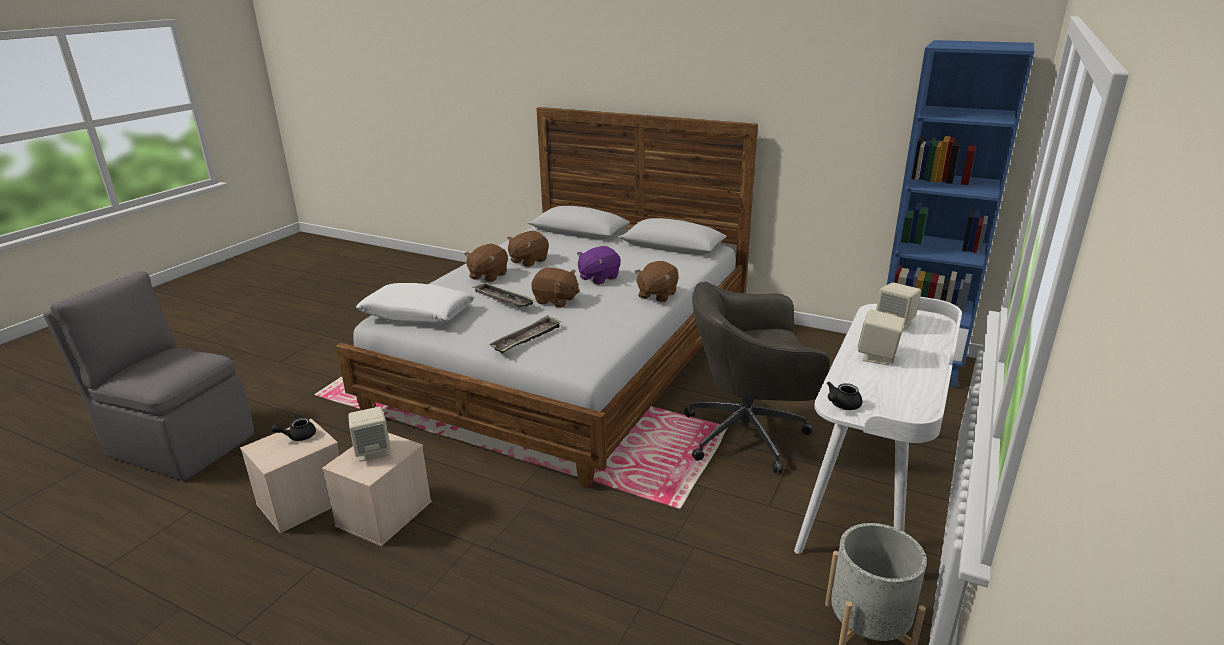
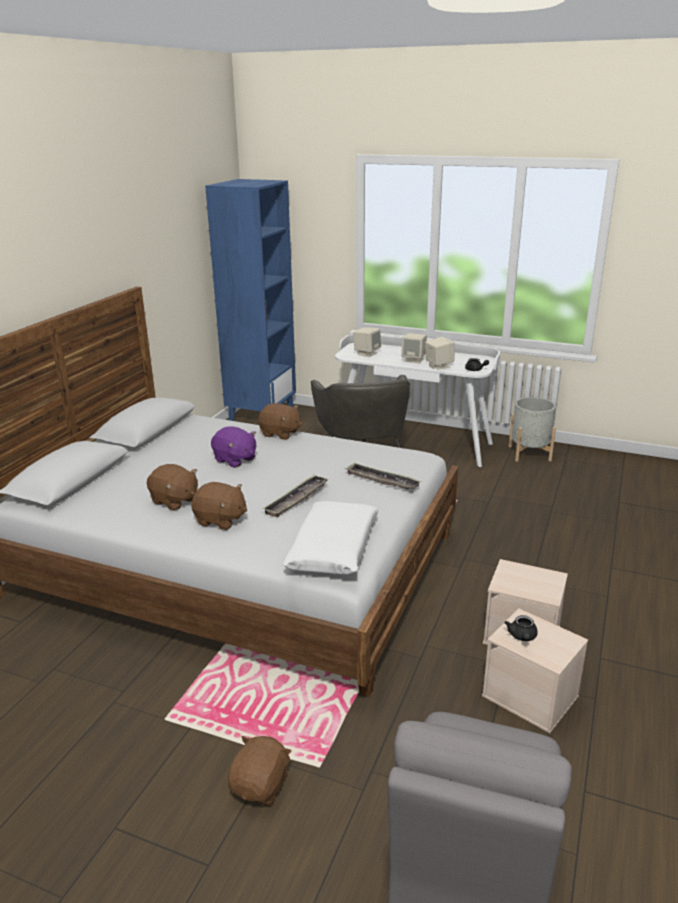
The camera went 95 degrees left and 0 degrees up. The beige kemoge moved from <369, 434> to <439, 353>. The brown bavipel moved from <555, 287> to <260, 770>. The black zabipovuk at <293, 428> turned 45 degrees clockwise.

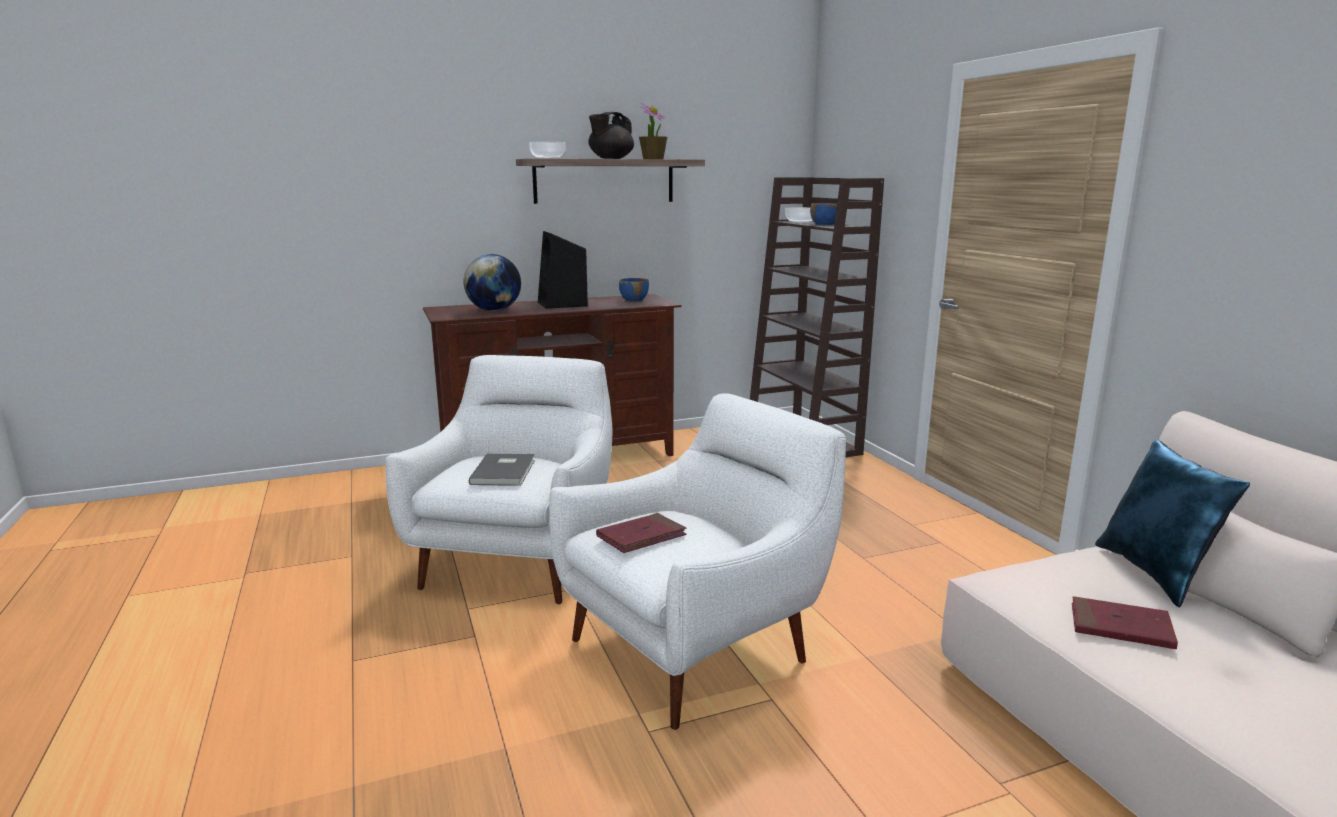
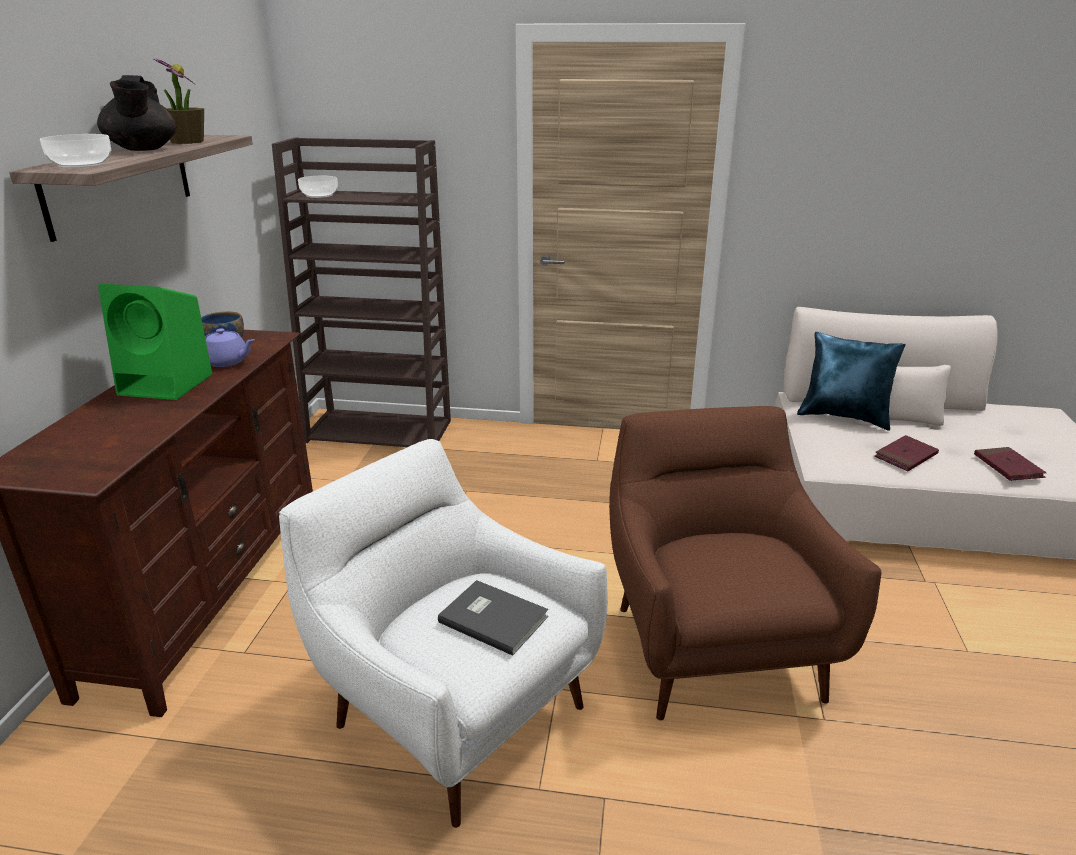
The camera went 60 degrees left and 10 degrees up. The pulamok at <492, 282> disappeared. The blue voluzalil at <823, 214> disappeared. The purple zabipovuk at <230, 347> appeared. The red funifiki moved from <641, 533> to <1010, 464>. The black kemoge at <563, 270> became the green kemoge at <155, 342>. The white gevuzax at <697, 561> became the brown gevuzax at <745, 563>.

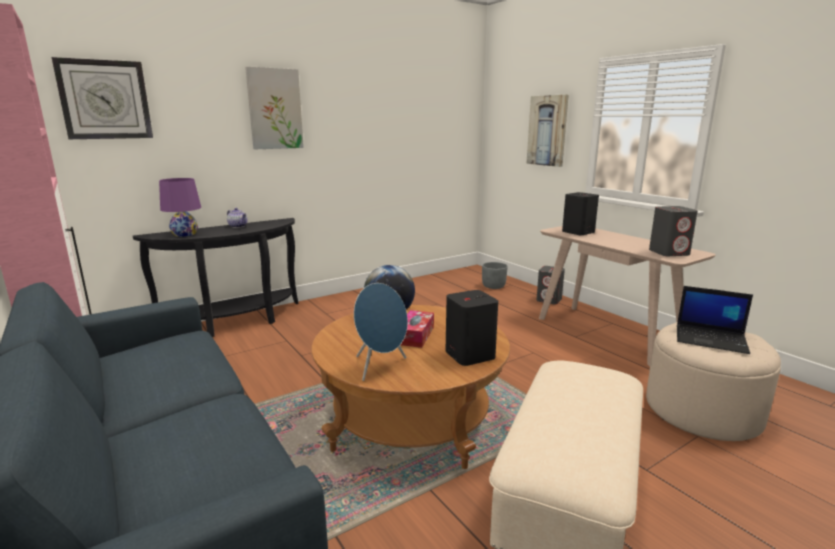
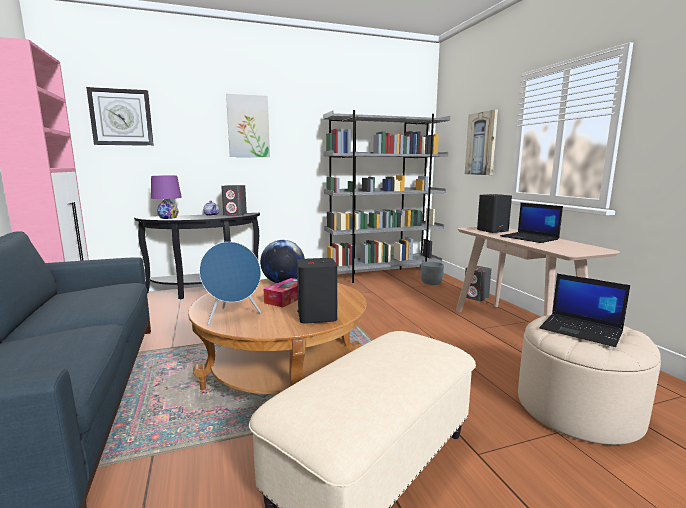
The camera went 15 degrees right and 5 degrees down. The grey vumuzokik at <386, 196> appeared. The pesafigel at <531, 223> appeared. The grey kemoge moved from <673, 231> to <234, 200>.

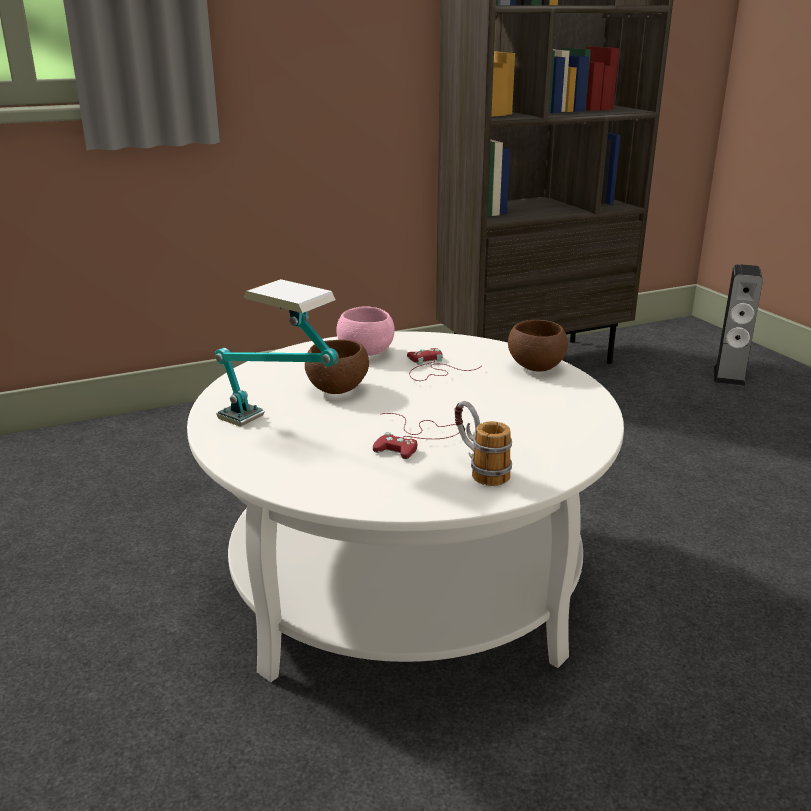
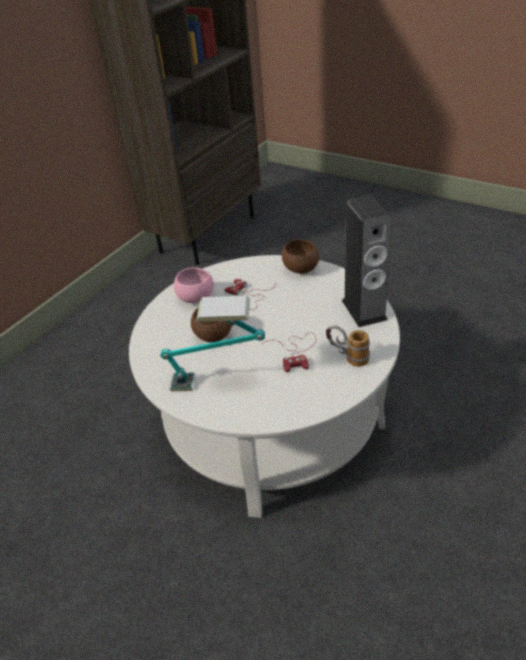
The camera went 30 degrees left and 15 degrees up. The kemoge moved from <738, 325> to <367, 261>.

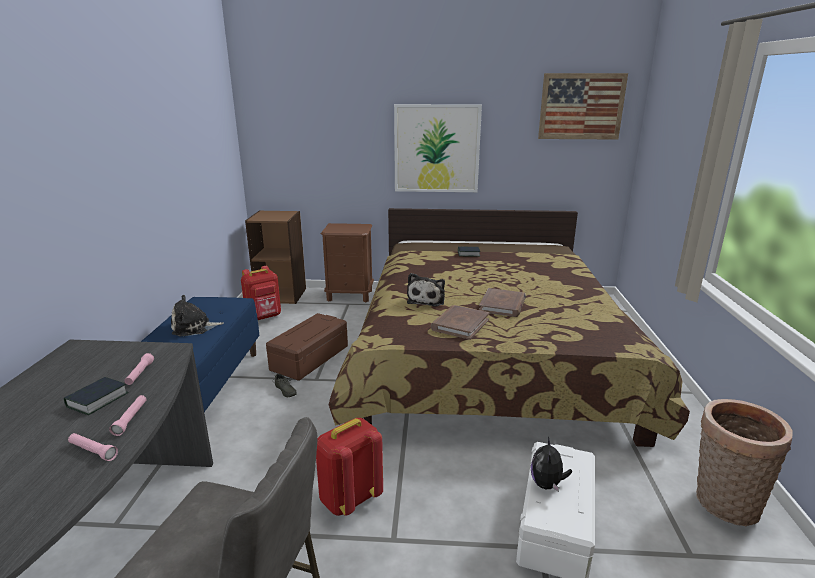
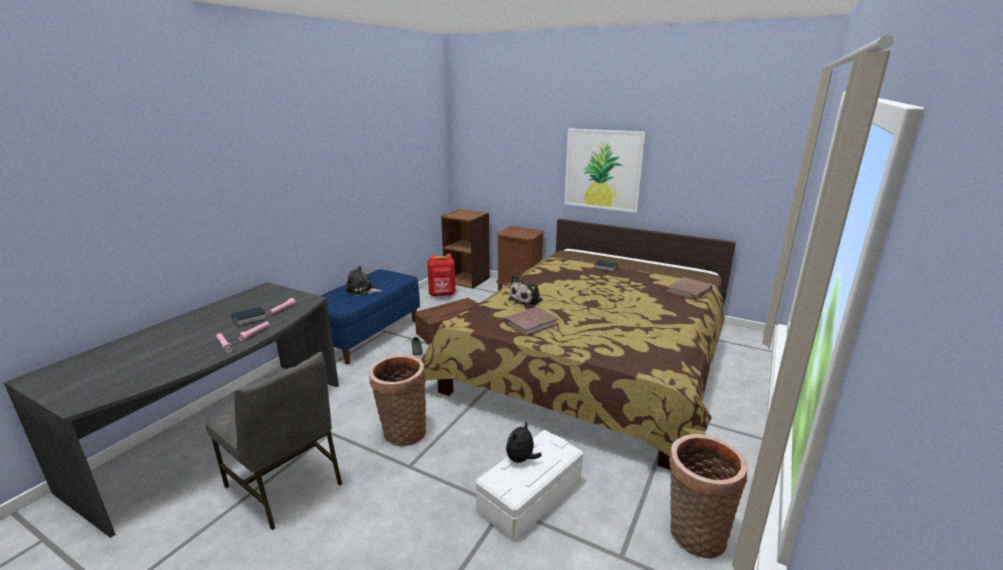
The camera went 25 degrees right and 0 degrees up. The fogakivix at <583, 106> disappeared. The brown funifiki moved from <502, 302> to <690, 288>. The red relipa at <349, 467> was replaced by the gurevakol at <397, 401>.

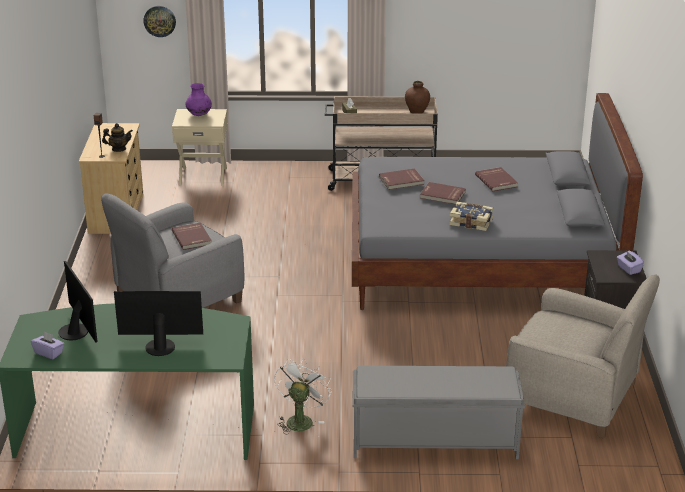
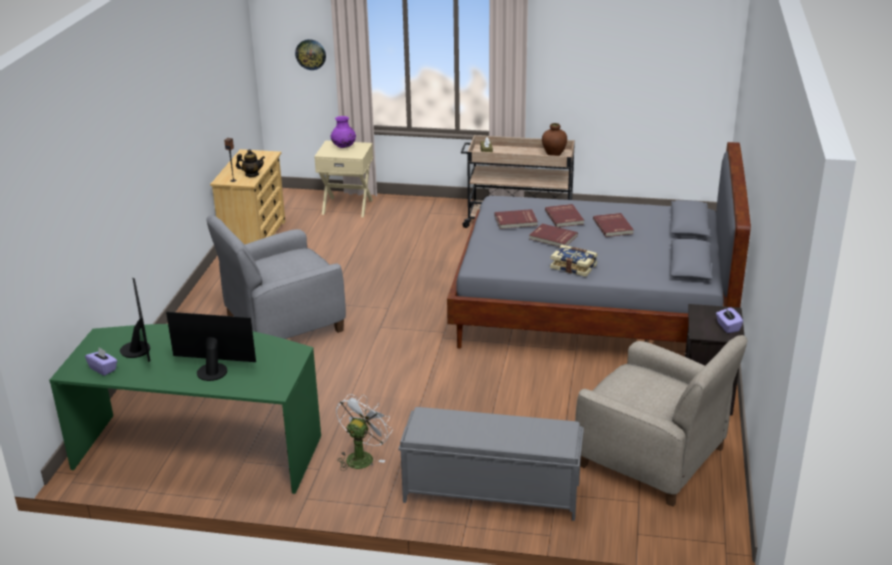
The camera went 10 degrees right and 0 degrees up. The red funifiki moved from <192, 236> to <564, 215>.

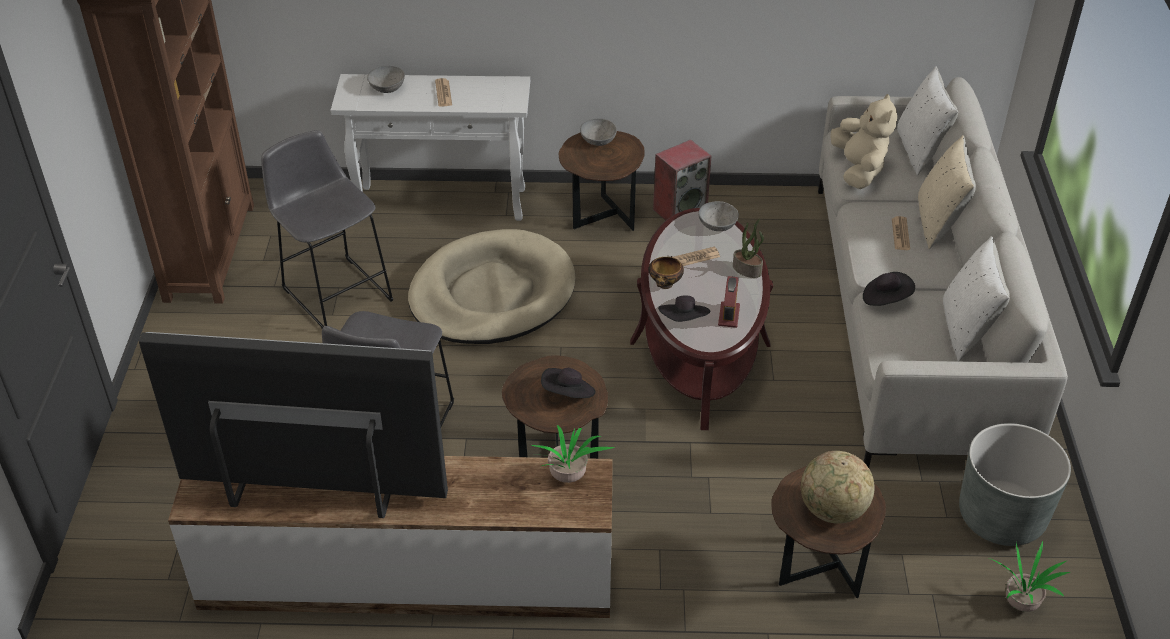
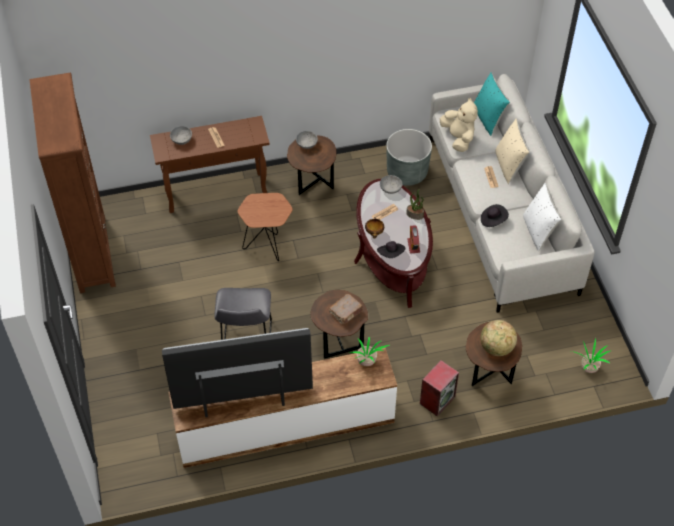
The camera went 15 degrees left and 10 degrees up. The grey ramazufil at <327, 229> disappeared. The kemoge moved from <682, 180> to <439, 388>. The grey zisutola moved from <1015, 484> to <409, 157>. The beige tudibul at <491, 286> was replaced by the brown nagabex at <265, 227>. The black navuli at <568, 383> was replaced by the brown funifiki at <346, 309>. The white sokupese at <430, 147> became the brown sokupese at <210, 164>. The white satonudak at <927, 120> became the turquoise satonudak at <492, 104>.

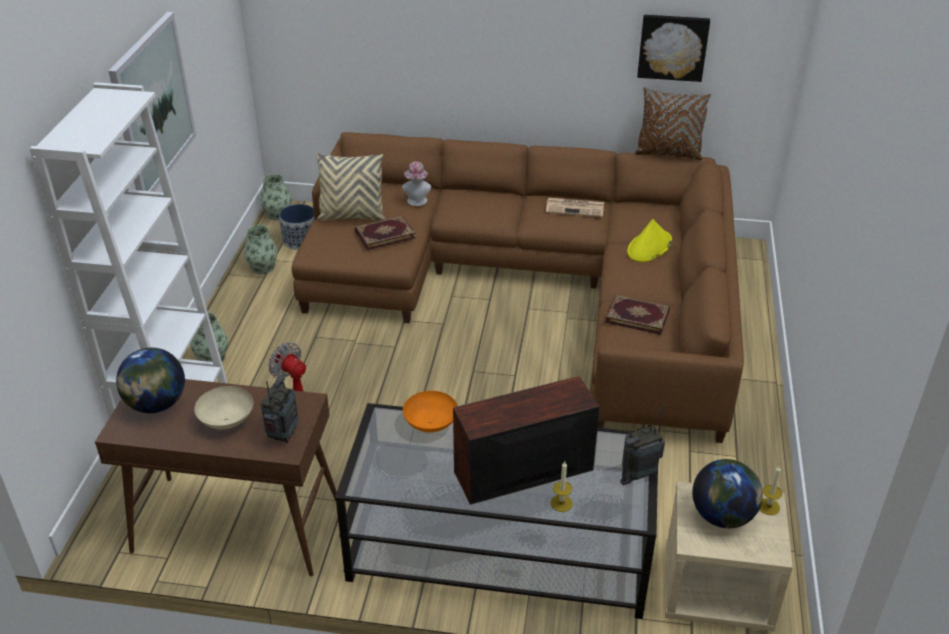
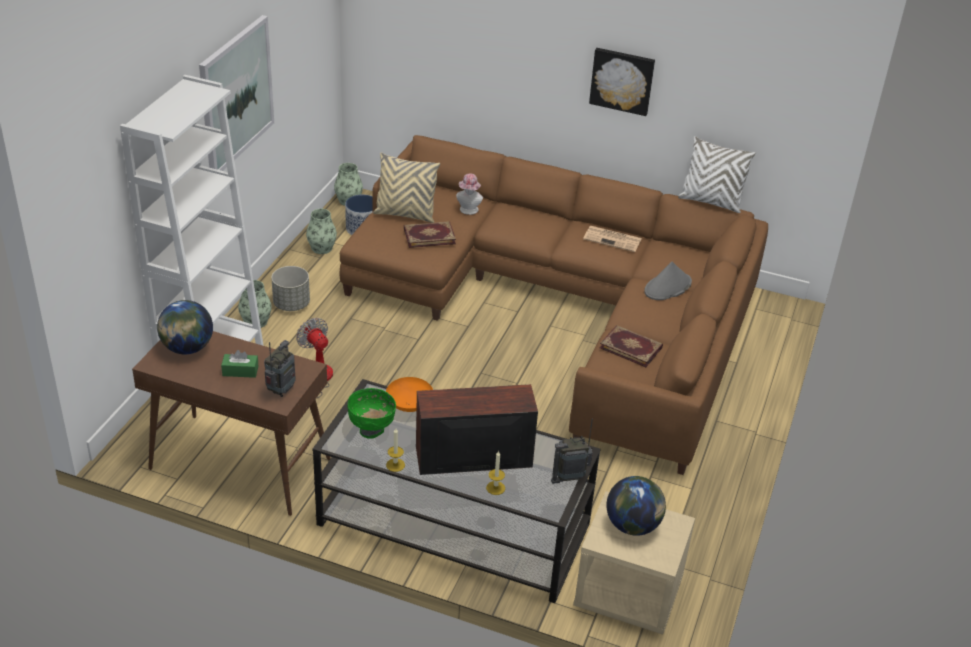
The camera went 10 degrees right and 0 degrees up. The grey zisutola at <290, 288> appeared. The green voluzalil at <372, 413> appeared. The fogakivix moved from <673, 48> to <622, 82>. The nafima moved from <770, 490> to <395, 450>. The beige voluzalil at <223, 408> was replaced by the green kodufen at <239, 364>. The yellow navuli at <649, 240> became the grey navuli at <668, 281>. The brown satonudak at <672, 123> became the white satonudak at <717, 174>.

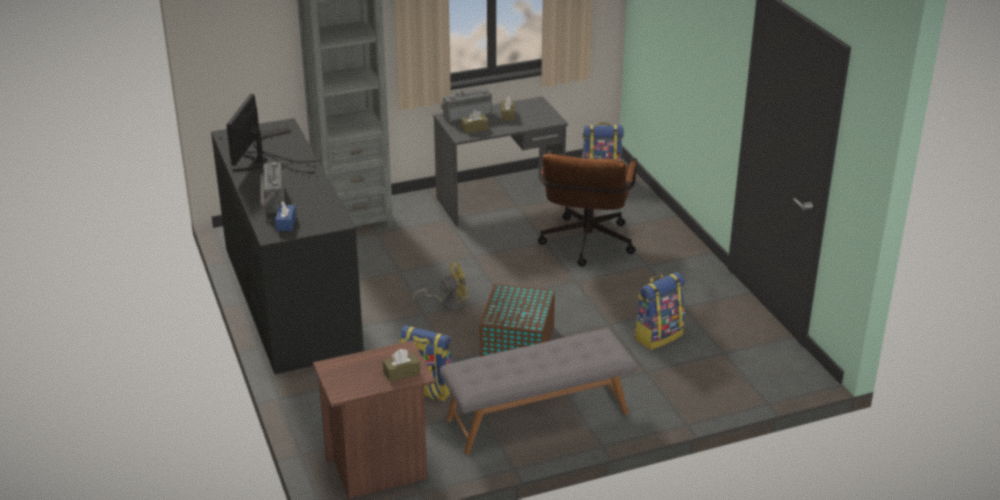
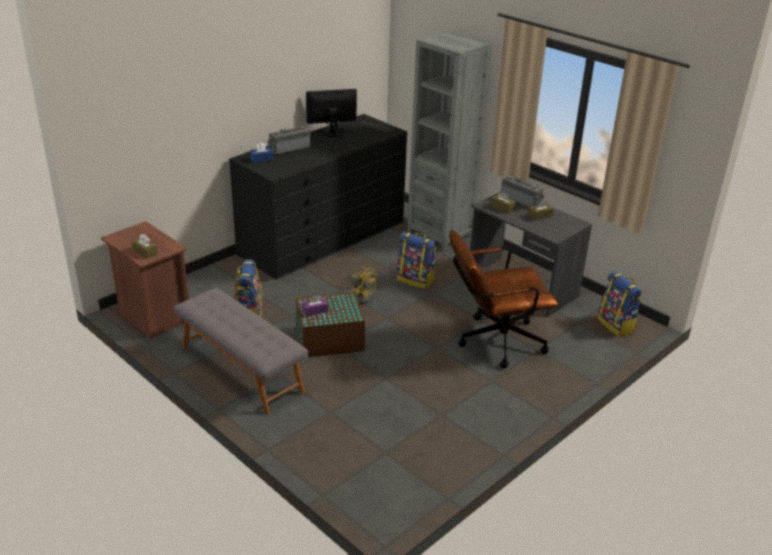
The camera went 65 degrees right and 0 degrees up. The purple kodufen at <315, 306> appeared. The relipa moved from <659, 311> to <416, 260>.

